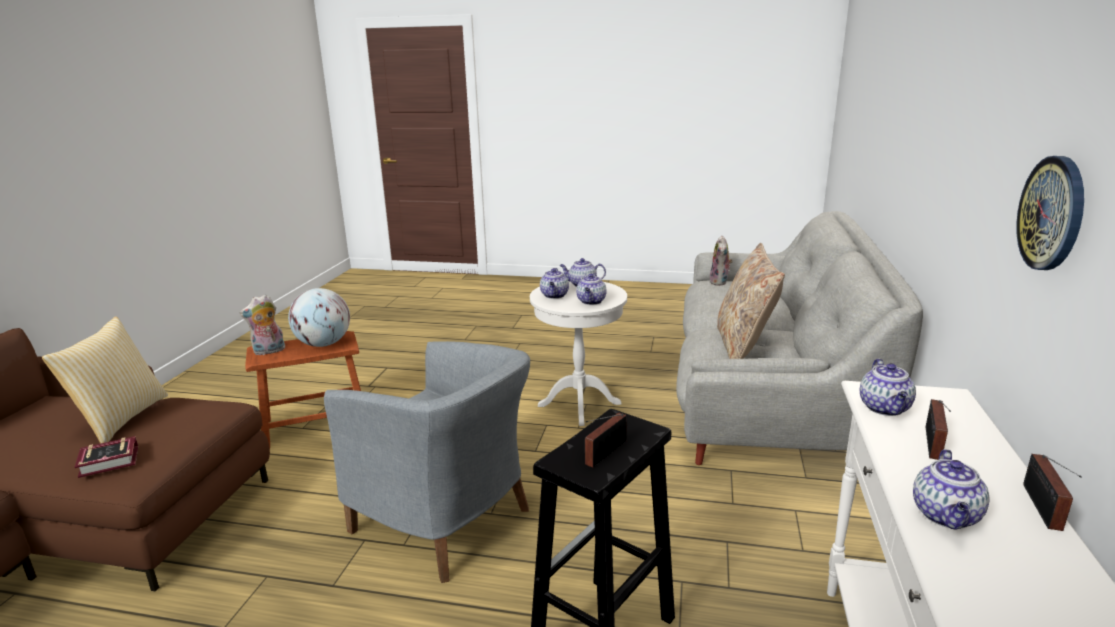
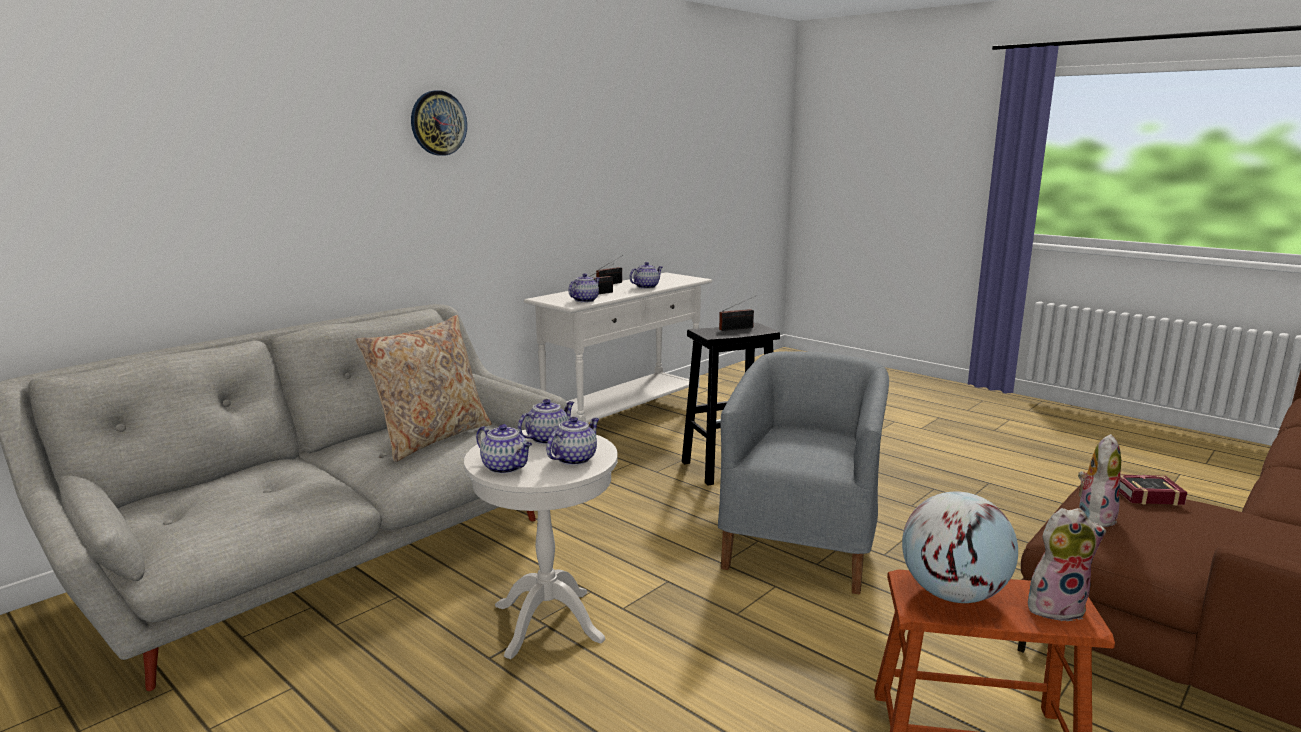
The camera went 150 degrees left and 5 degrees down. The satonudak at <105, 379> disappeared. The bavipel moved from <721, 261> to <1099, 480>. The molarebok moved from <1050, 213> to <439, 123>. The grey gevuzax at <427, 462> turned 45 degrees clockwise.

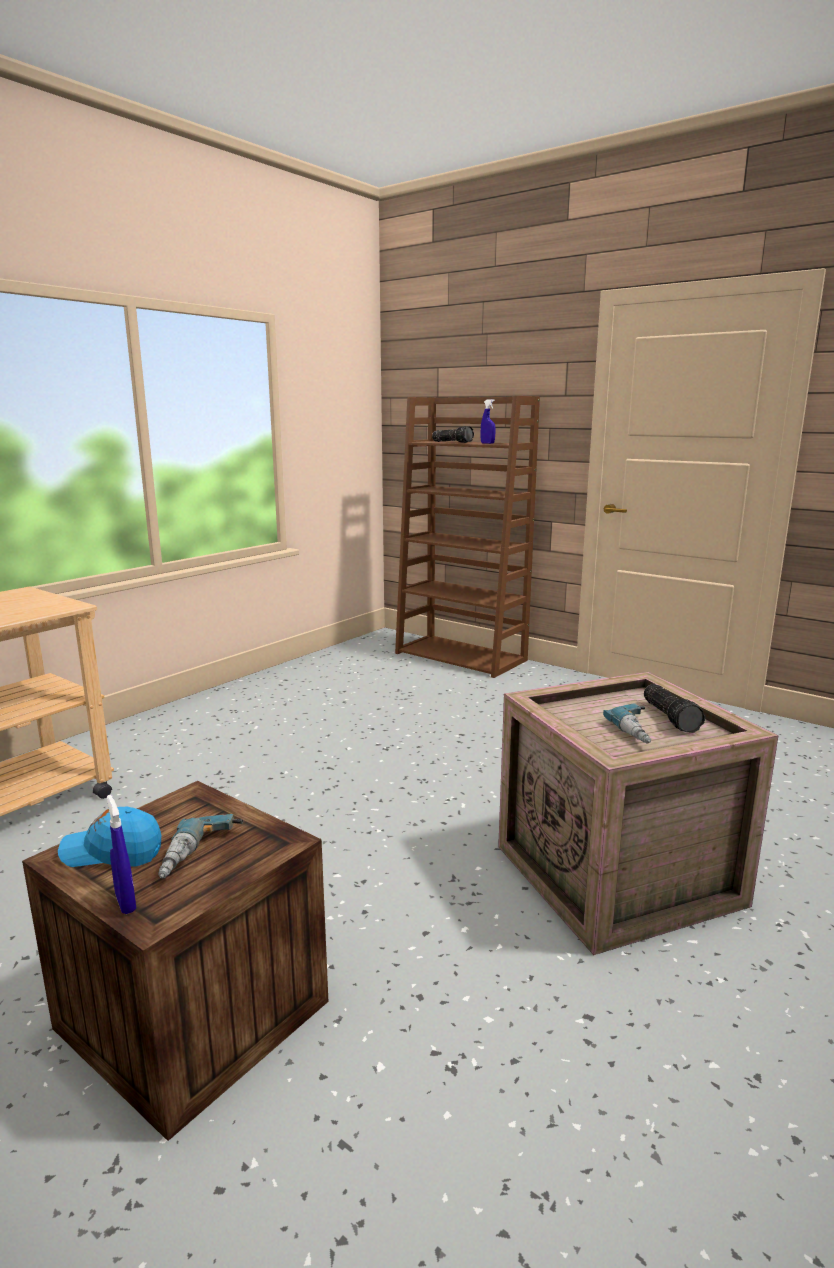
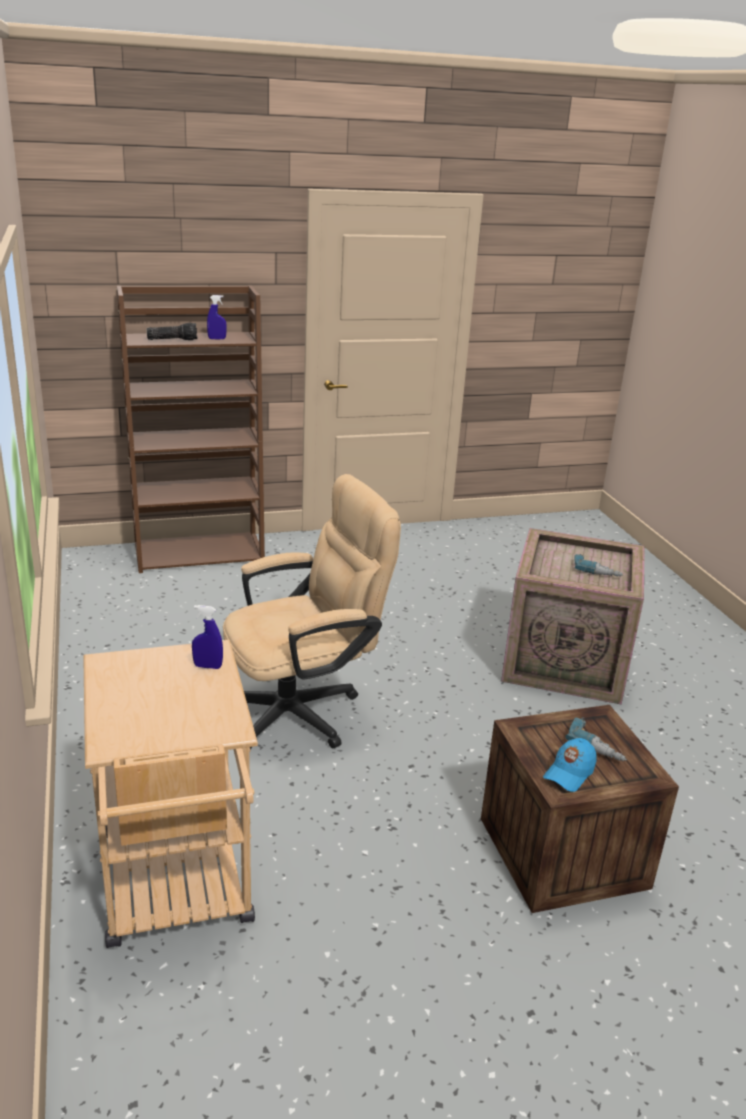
The camera went 55 degrees left and 10 degrees up. The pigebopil at <674, 708> disappeared. The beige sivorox at <312, 612> appeared. The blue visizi moved from <121, 854> to <207, 637>.

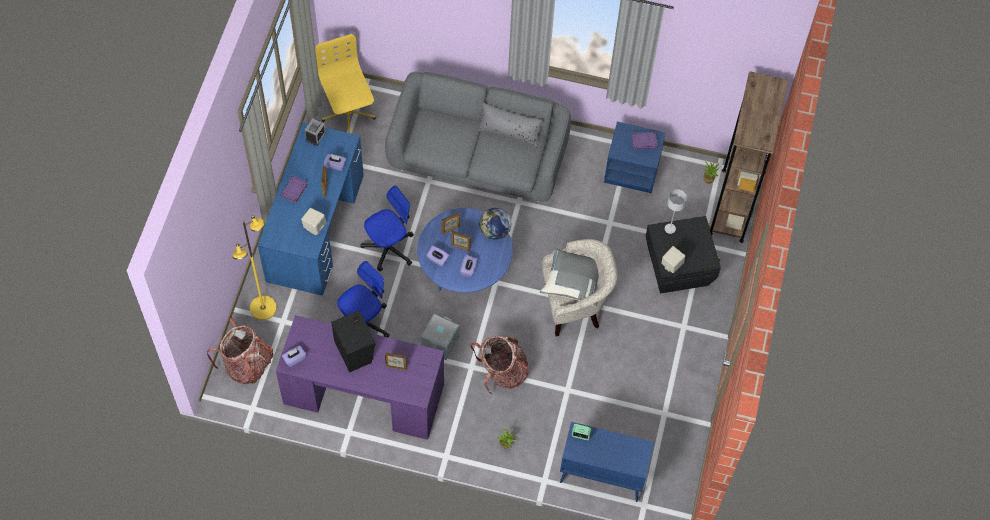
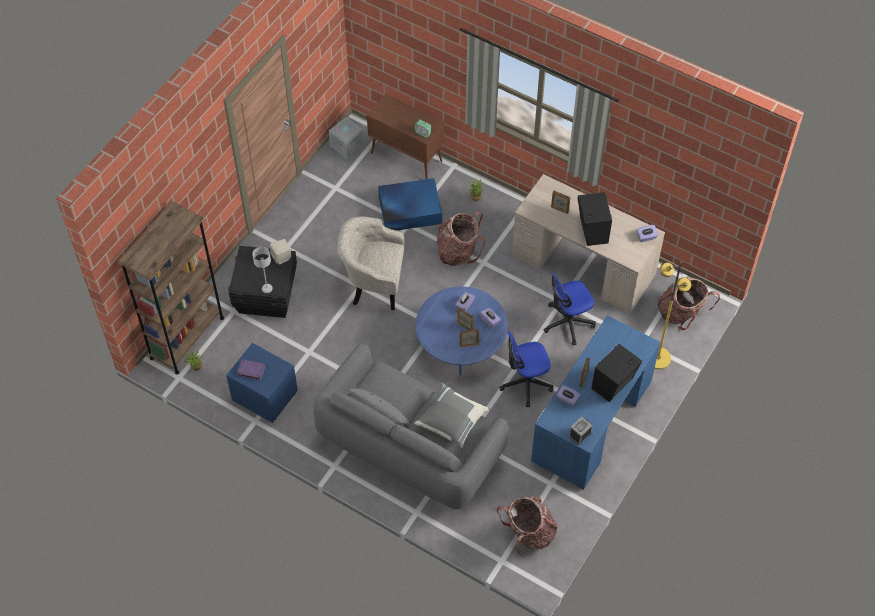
The camera went 160 degrees left and 5 degrees down. The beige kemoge at <313, 221> disappeared. The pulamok at <495, 224> disappeared. The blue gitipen at <410, 204> appeared. The grey gitipen moved from <440, 337> to <347, 138>. The grey satonudak moved from <569, 277> to <452, 415>. The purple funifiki at <294, 189> was replaced by the black kemoge at <616, 373>. The yellow sivorox at <345, 83> was replaced by the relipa at <527, 526>. The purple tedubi at <360, 377> became the beige tedubi at <588, 244>. The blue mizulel at <607, 462> became the brown mizulel at <406, 136>.

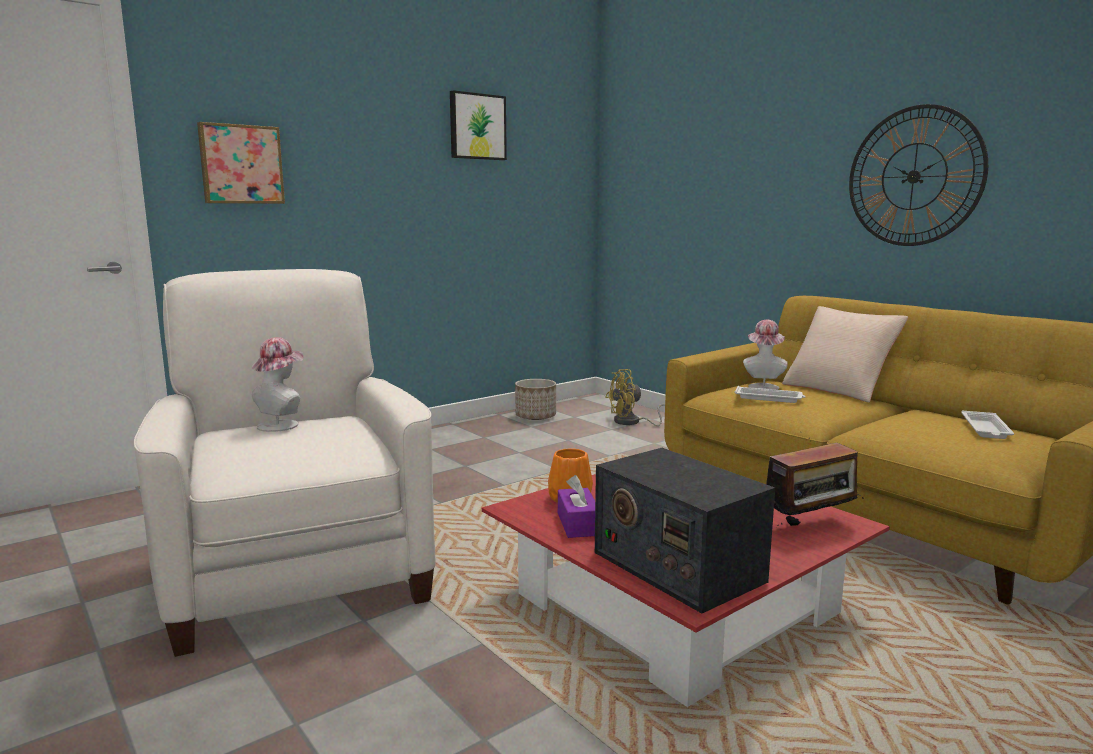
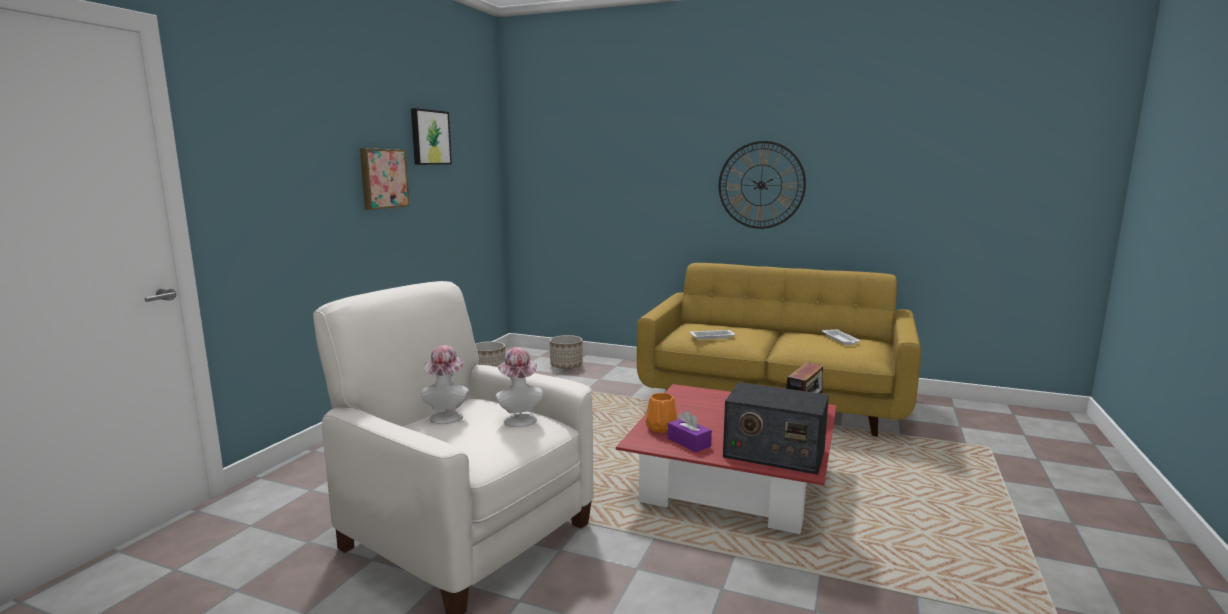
The camera went 30 degrees left and 0 degrees up. The beige satonudak at <845, 354> disappeared. The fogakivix moved from <241, 163> to <385, 179>. The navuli moved from <765, 355> to <519, 387>. The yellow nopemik at <635, 397> was replaced by the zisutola at <566, 352>.

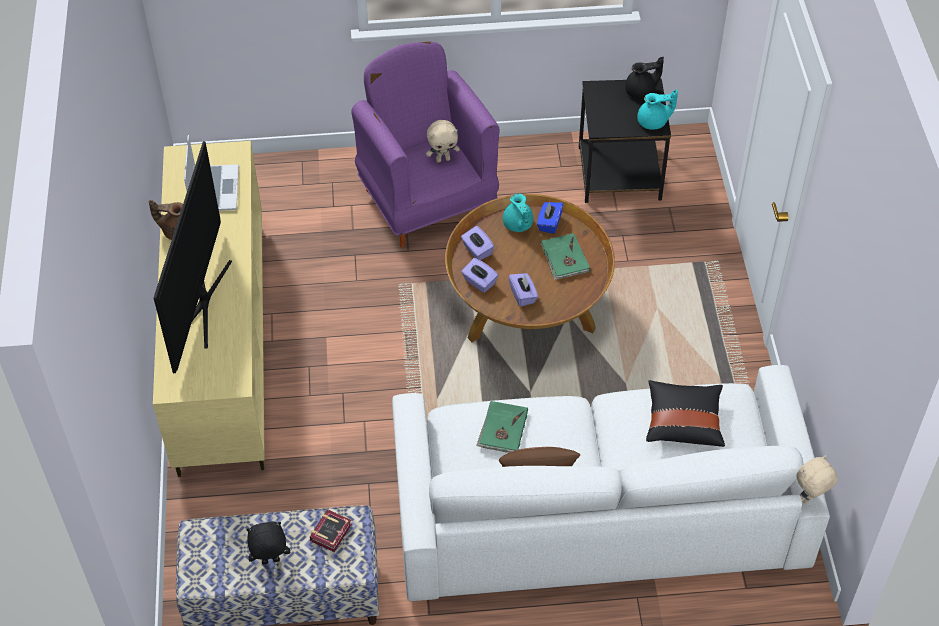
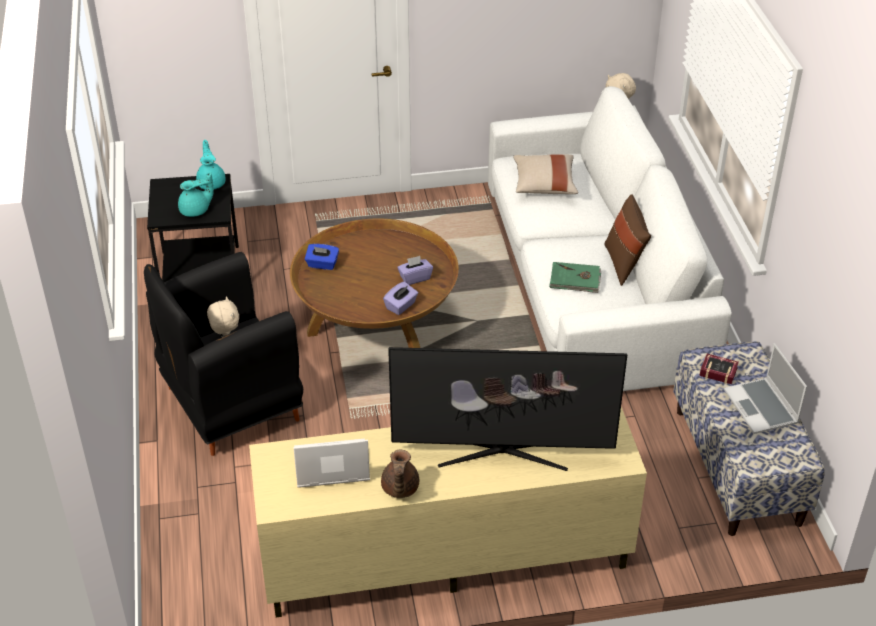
The camera went 95 degrees left and 10 degrees down. The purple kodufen at <477, 243> disappeared. The green funifiki at <565, 256> disappeared. The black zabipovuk at <644, 77> disappeared. The turquoise zabipovuk moved from <518, 213> to <196, 194>. The black bavipel at <268, 543> was replaced by the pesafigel at <765, 388>. The purple gevuzax at <425, 144> became the black gevuzax at <223, 354>. The black satonudak at <685, 413> became the beige satonudak at <545, 174>.

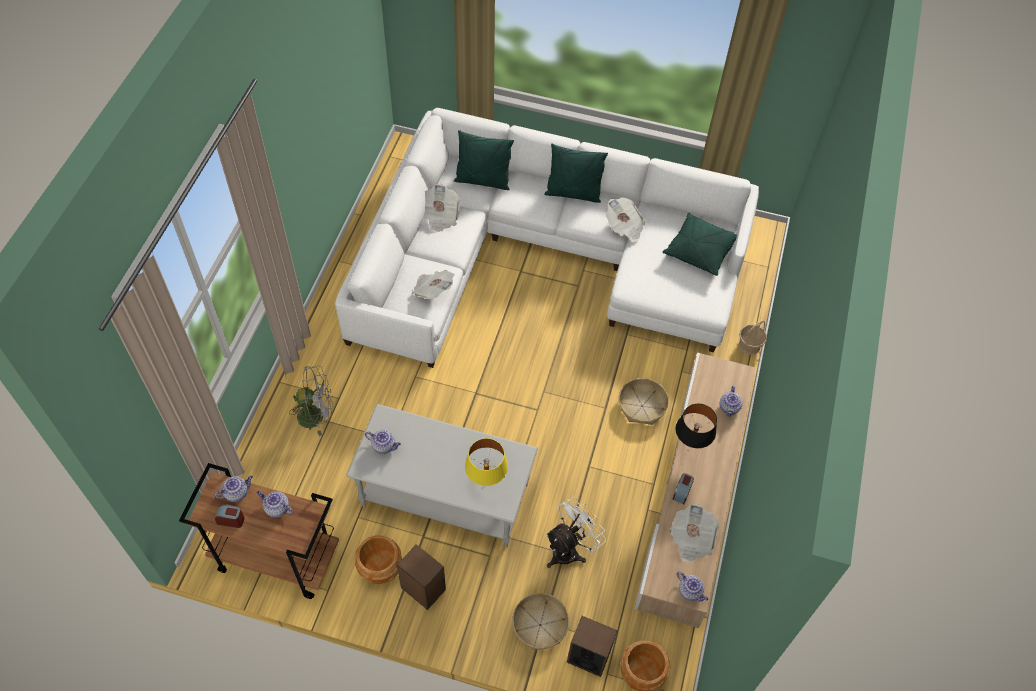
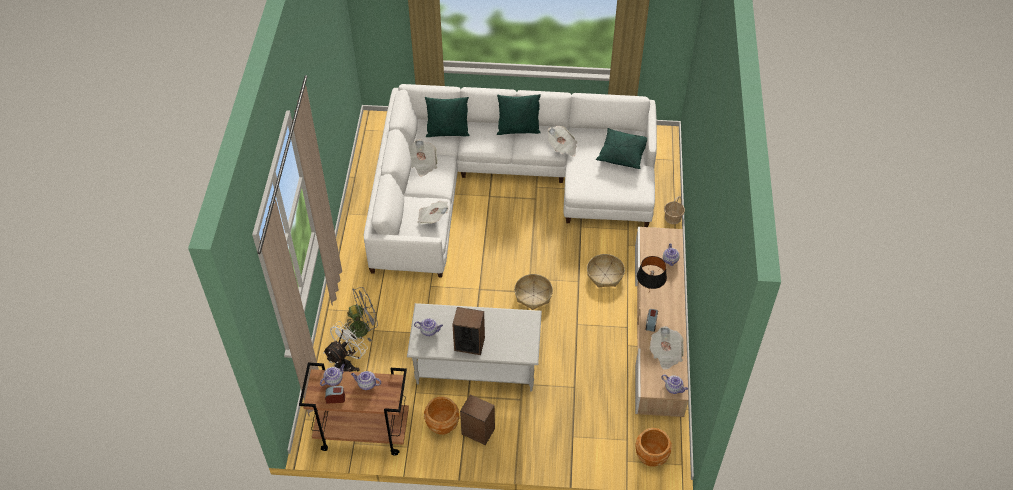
The camera went 10 degrees left and 5 degrees down. The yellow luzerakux at <486, 462> disappeared. The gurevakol moved from <540, 621> to <533, 292>. The white nopemik moved from <575, 532> to <345, 346>. The kemoge moved from <592, 646> to <468, 331>.

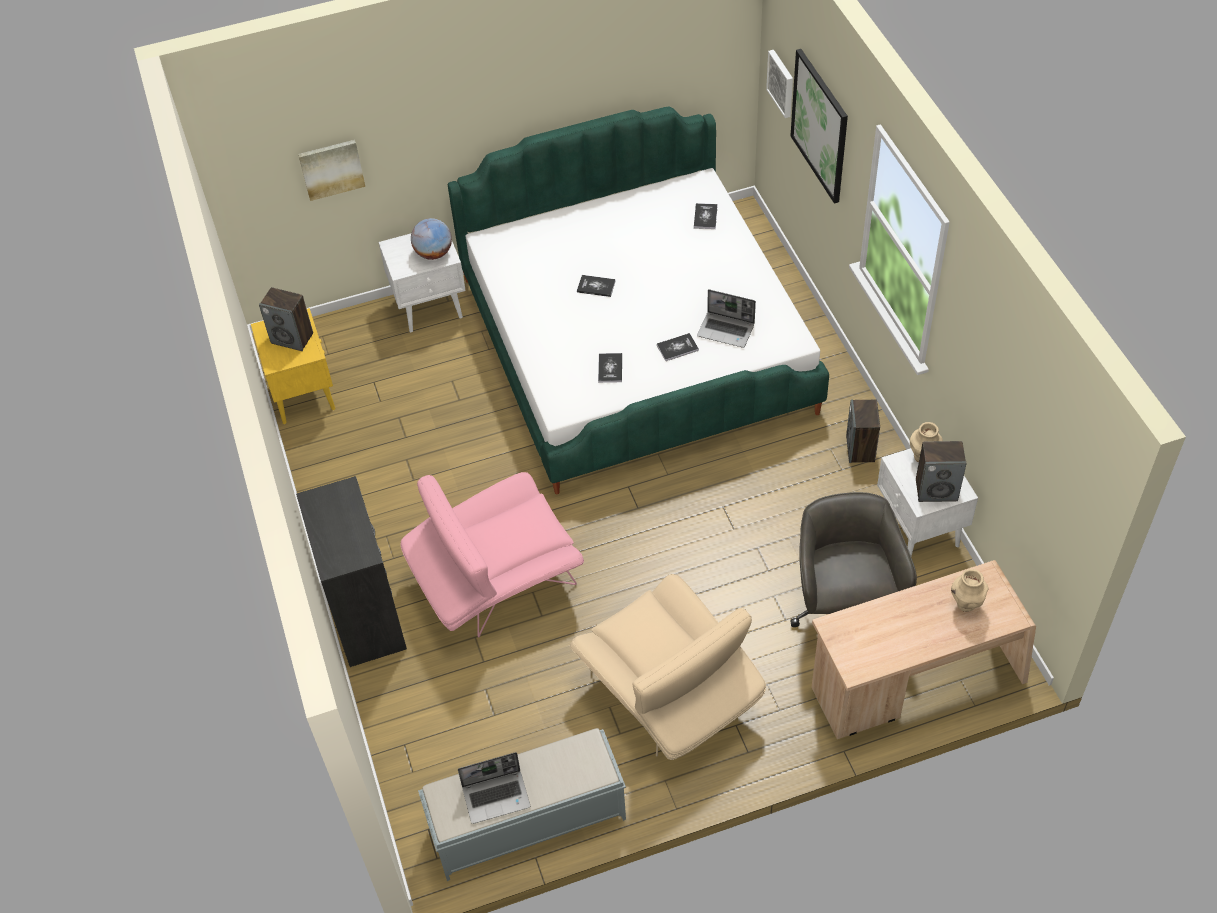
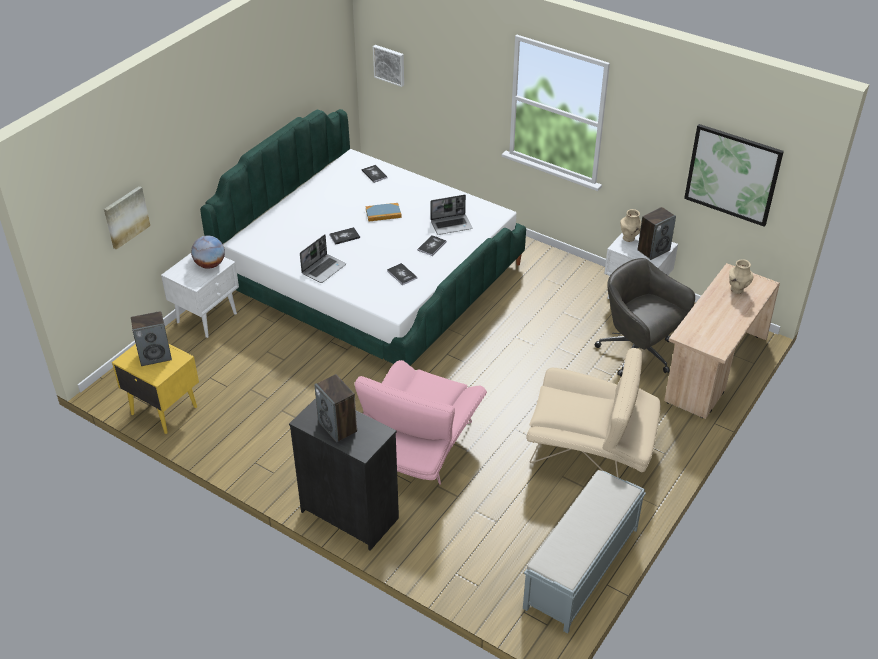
The camera went 40 degrees left and 10 degrees down. The funifiki at <383, 212> appeared. The pesafigel moved from <494, 788> to <323, 258>. The fogakivix moved from <819, 126> to <734, 175>. The kemoge moved from <863, 431> to <335, 408>.

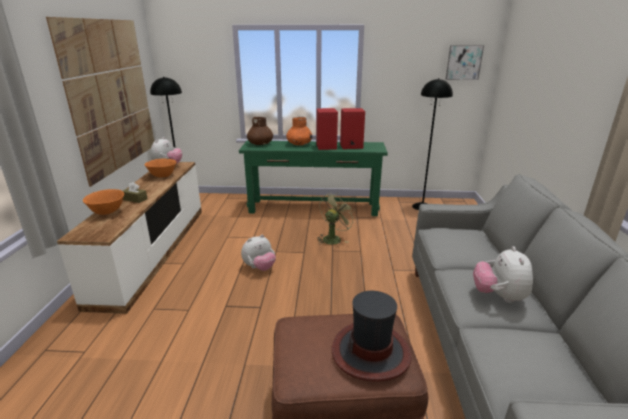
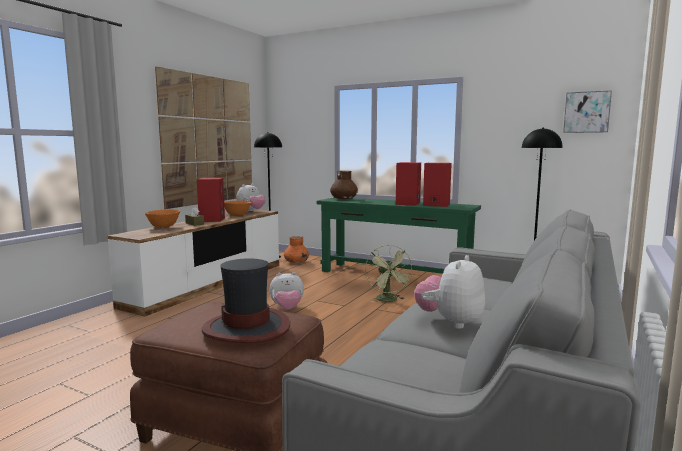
The camera went 25 degrees right and 15 degrees down. The red kemoge at <211, 200> appeared. The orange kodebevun moved from <299, 130> to <296, 249>. The green nopemik at <336, 218> turned 105 degrees clockwise.

